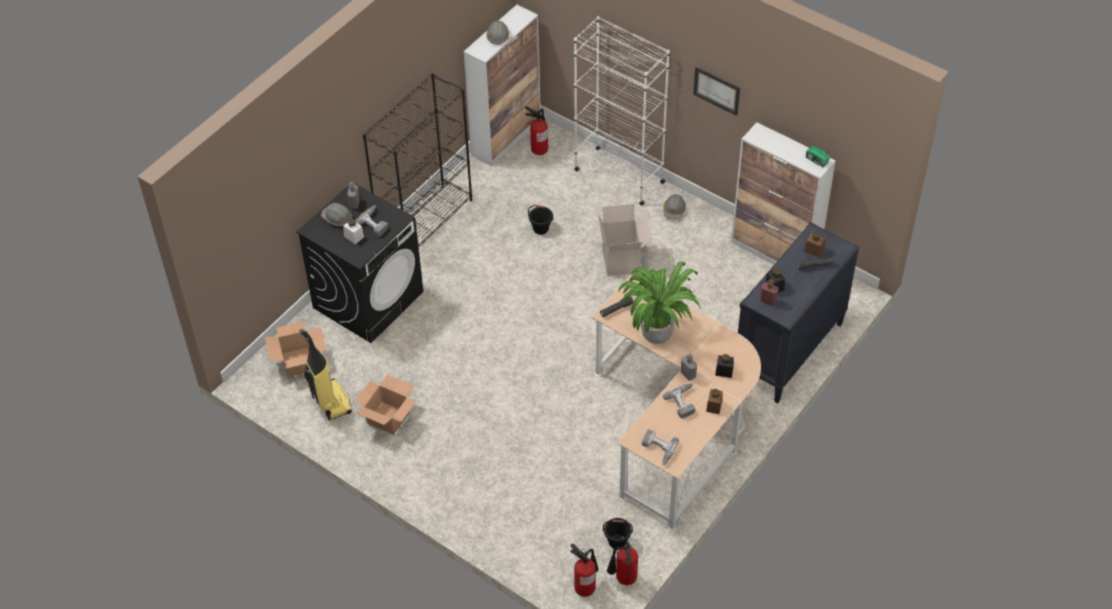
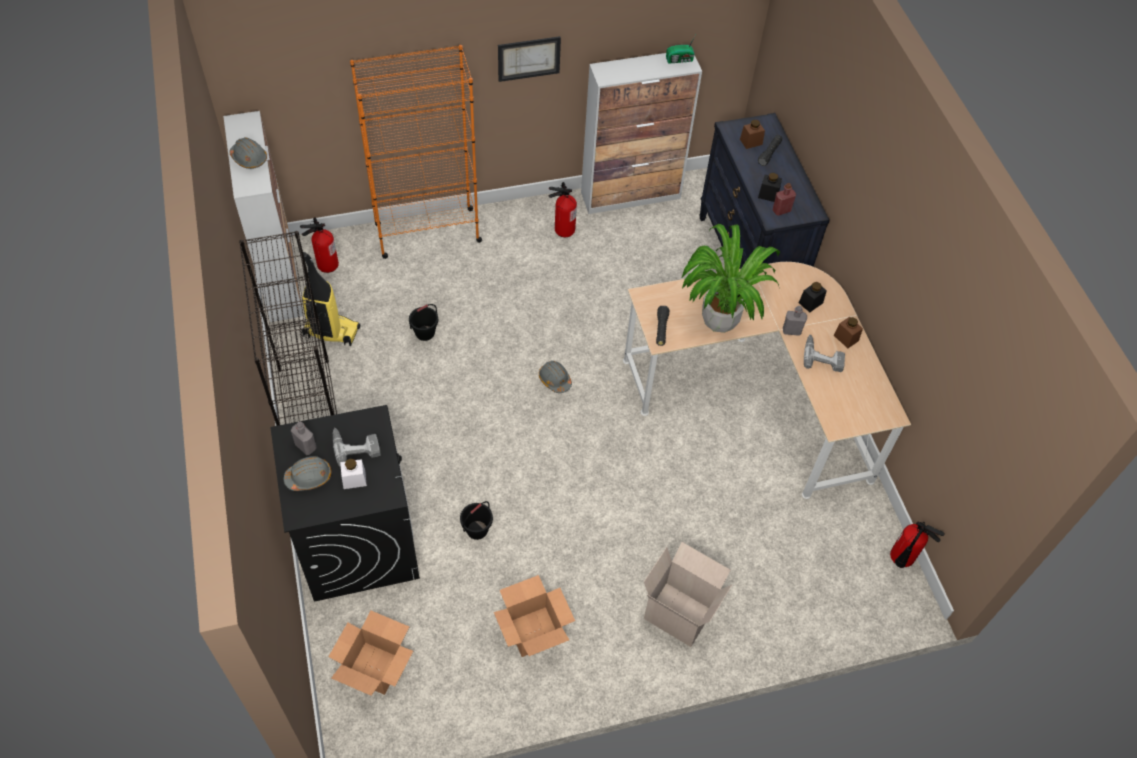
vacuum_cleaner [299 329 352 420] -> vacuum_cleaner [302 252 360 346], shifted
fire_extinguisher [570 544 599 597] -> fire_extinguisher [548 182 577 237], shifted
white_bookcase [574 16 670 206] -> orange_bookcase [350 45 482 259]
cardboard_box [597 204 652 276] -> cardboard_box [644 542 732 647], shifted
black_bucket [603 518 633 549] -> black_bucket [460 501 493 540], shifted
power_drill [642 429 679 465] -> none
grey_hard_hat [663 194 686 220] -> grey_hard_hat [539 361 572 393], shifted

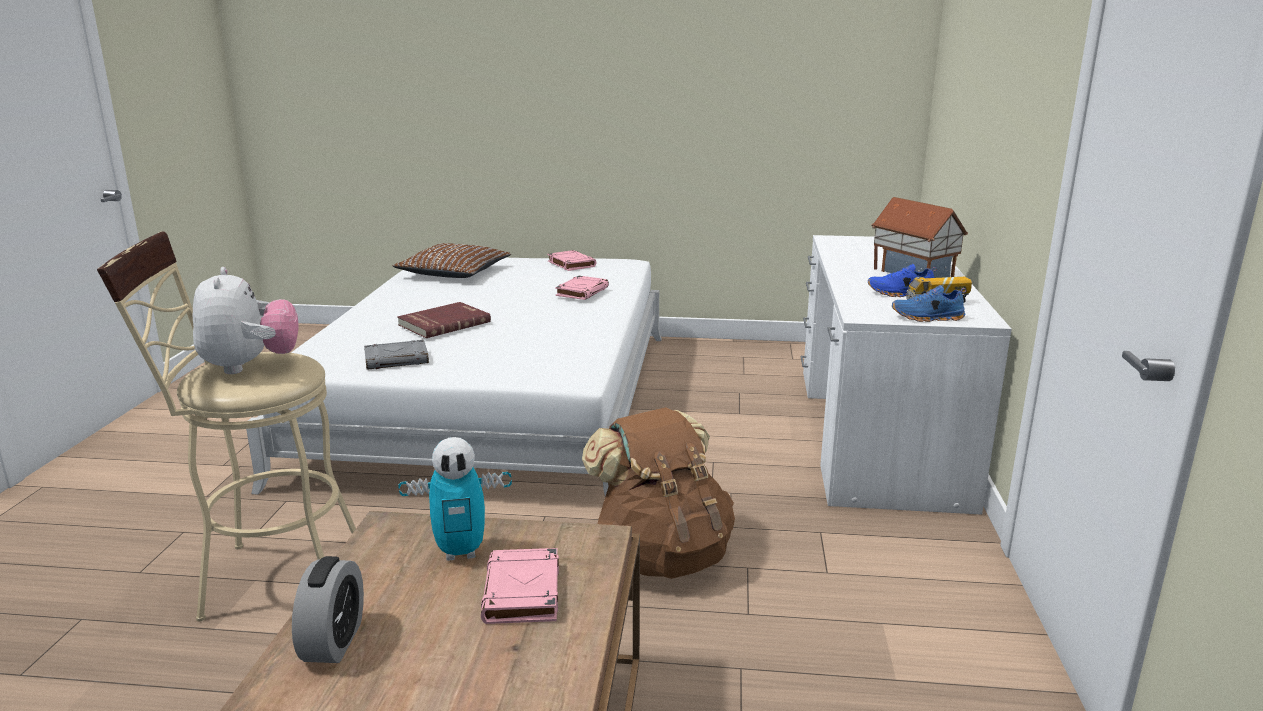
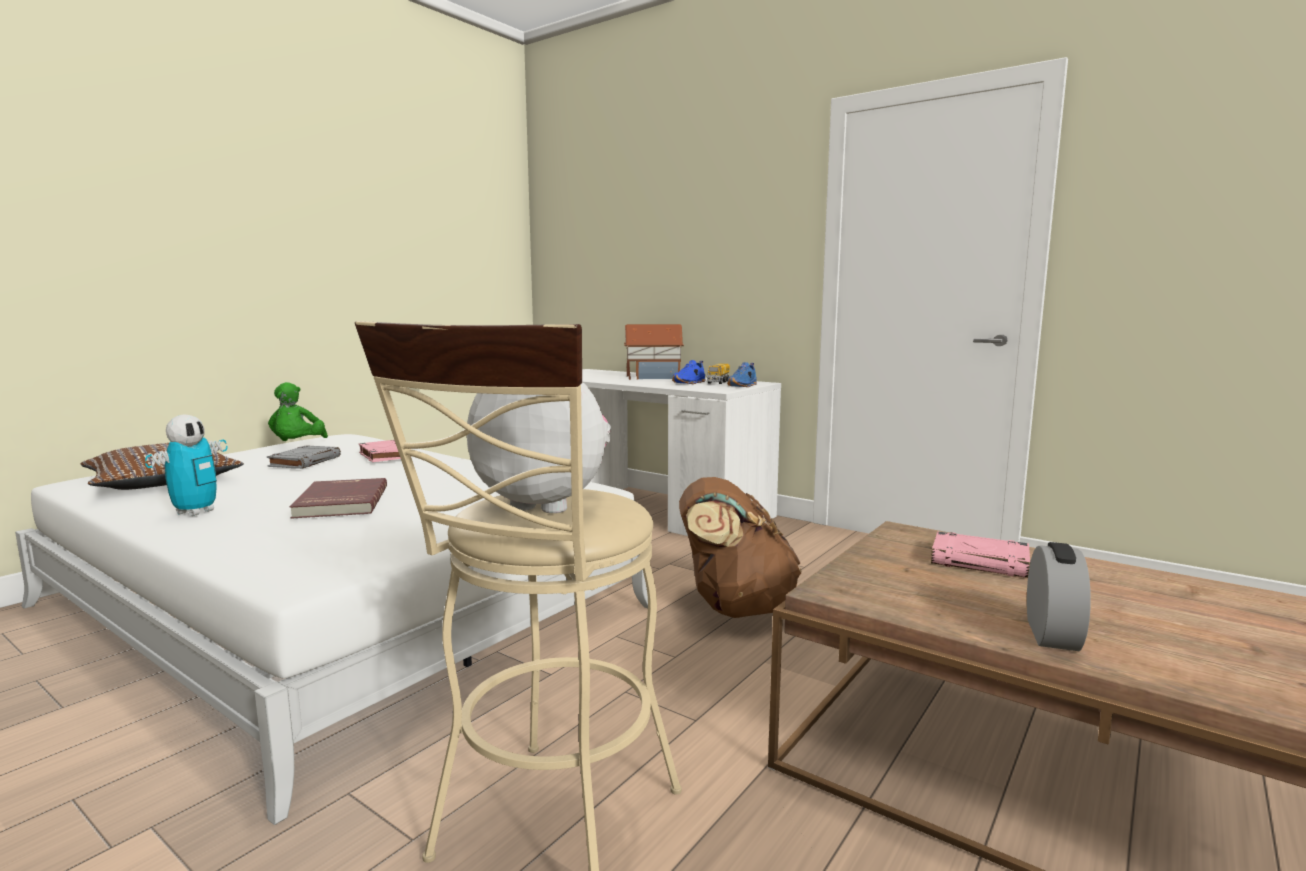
alarm_clock [292 556 364 663] -> alarm_clock [1027 542 1091 651], 75 degrees clockwise
grey_book [364 340 429 370] -> grey_book [267 445 341 469], shifted
toy_robot [398 437 512 561] -> toy_robot [145 415 228 516], shifted
pink_book [548 250 596 271] -> green_plush_toy [268 382 328 441]

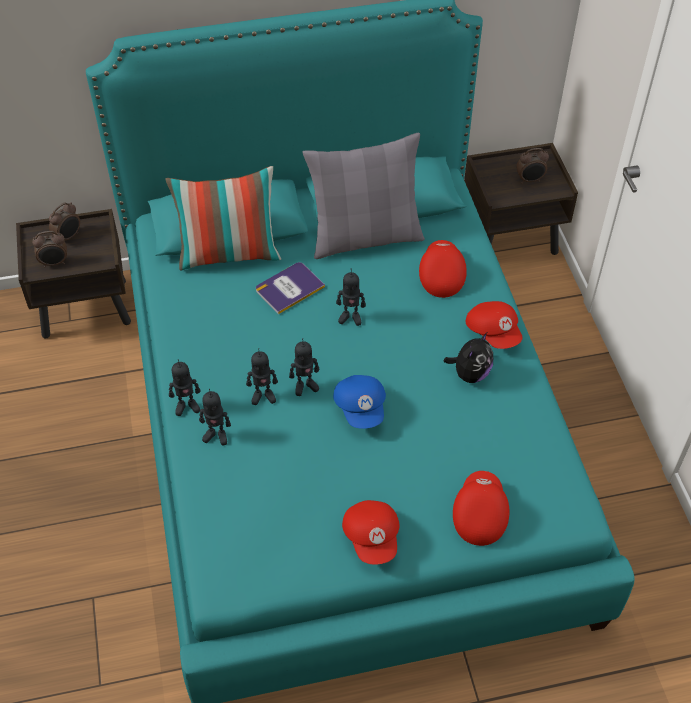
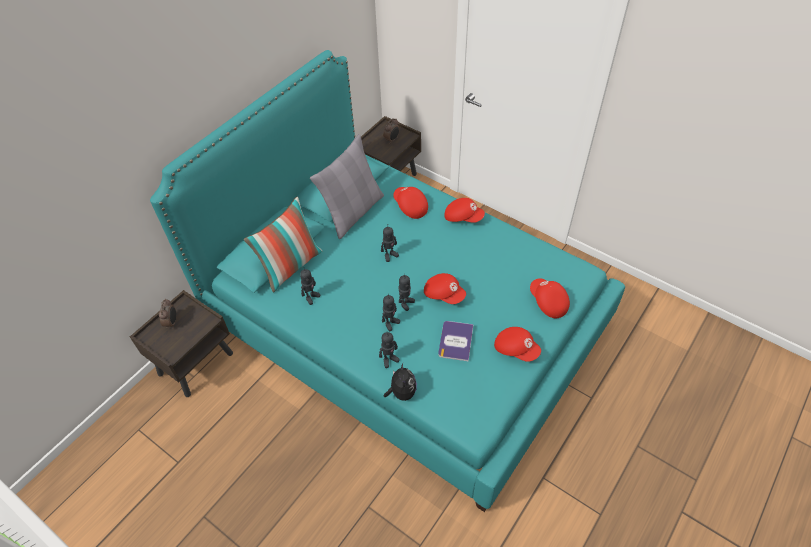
alarm_clock [32 231 67 267] -> none
toy_robot [169 359 201 416] -> toy_robot [300 269 320 305], shifted
book [256 262 325 314] -> book [438 321 473 361], shifted
blue_cap [333 375 386 429] -> red_cap [424 273 466 304]
plush_toy [443 332 493 383] -> plush_toy [384 363 417 401], shifted

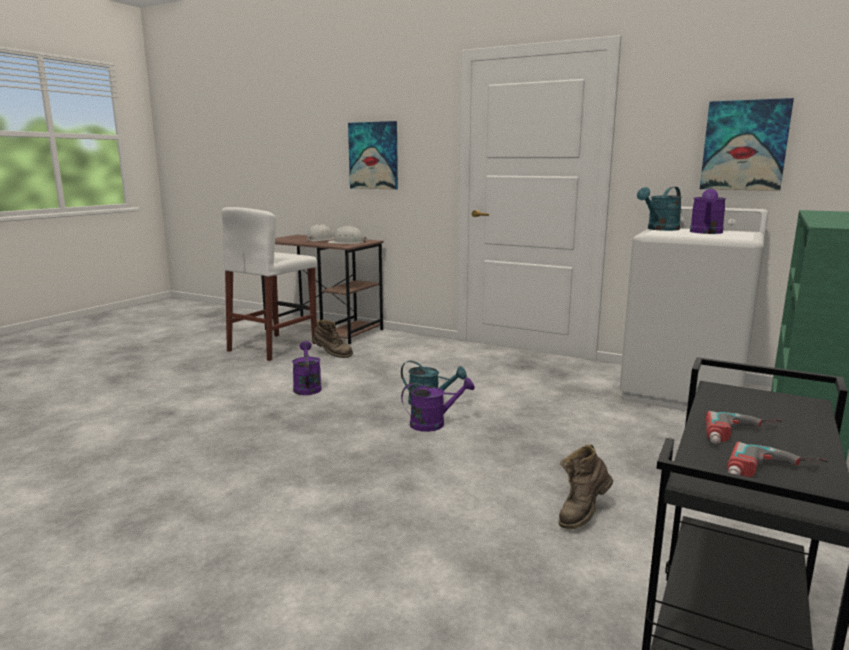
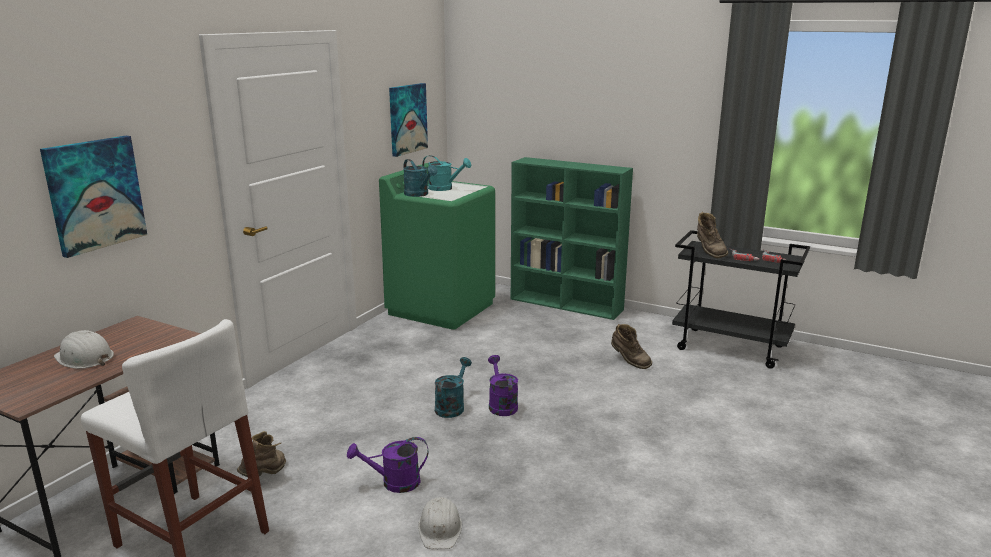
white_hard_hat [327 226 367 244] -> white_hard_hat [418 497 462 549], shifted
white_washing_machine [620 206 768 411] -> green_washing_machine [379 163 495 330]
purple_watering_can [690 188 726 234] -> turquoise_watering_can [422 155 471 191]
none -> brown_boot [697 212 729 258]

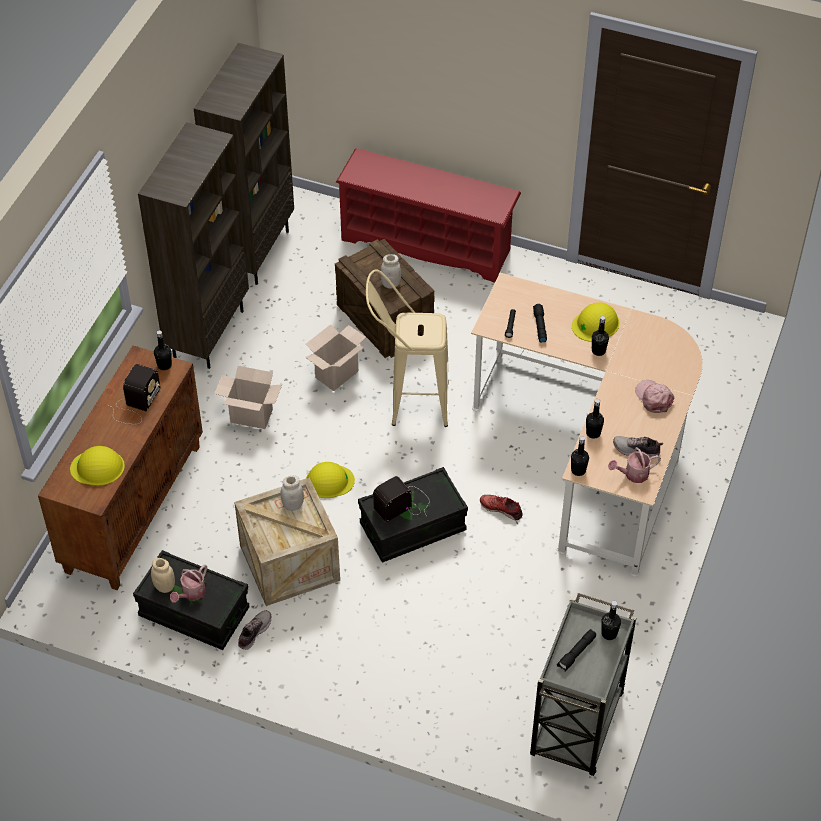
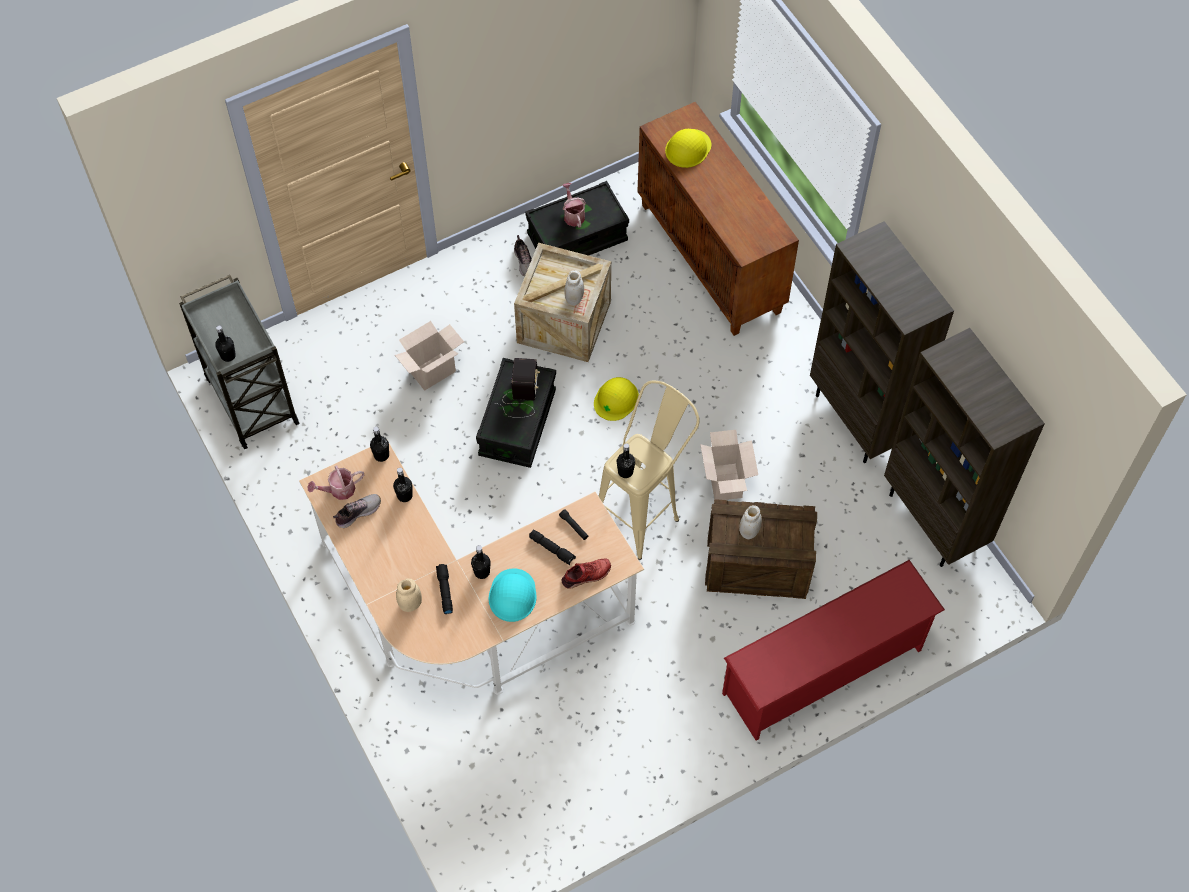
radio [108 364 161 424] -> none
beige_jar [151 558 175 593] -> beige_jar [396 578 422 612], shifted
black_bottle [154 330 172 370] -> black_bottle [617 443 635 478], shifted
cardboard_box [214 366 282 429] -> cardboard_box [395 321 464 390], shifted
red_shoe [480 495 523 520] -> red_shoe [562 558 611 589], shifted
black_flashlight [557 629 596 671] -> black_flashlight [436 564 453 614], shifted
yellow_hard_hat [572 302 620 342] -> turquoise_hard_hat [489 569 537 622]
watering_can [608 447 661 483] -> watering_can [308 465 364 500], 135 degrees counterclockwise
pink_cap [635 380 674 413] -> none

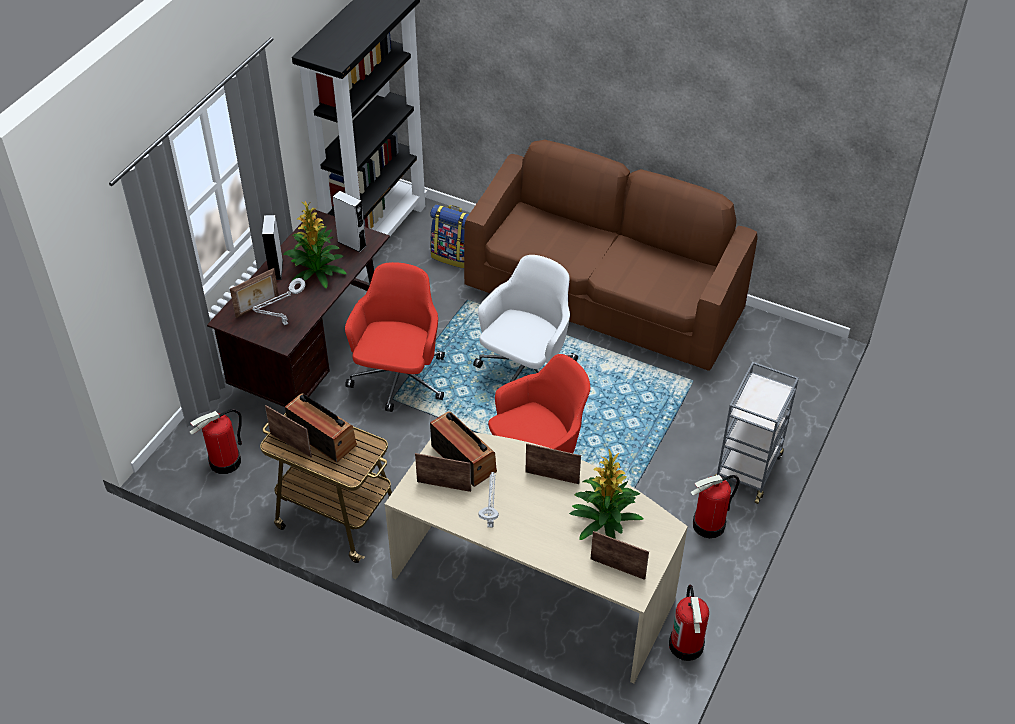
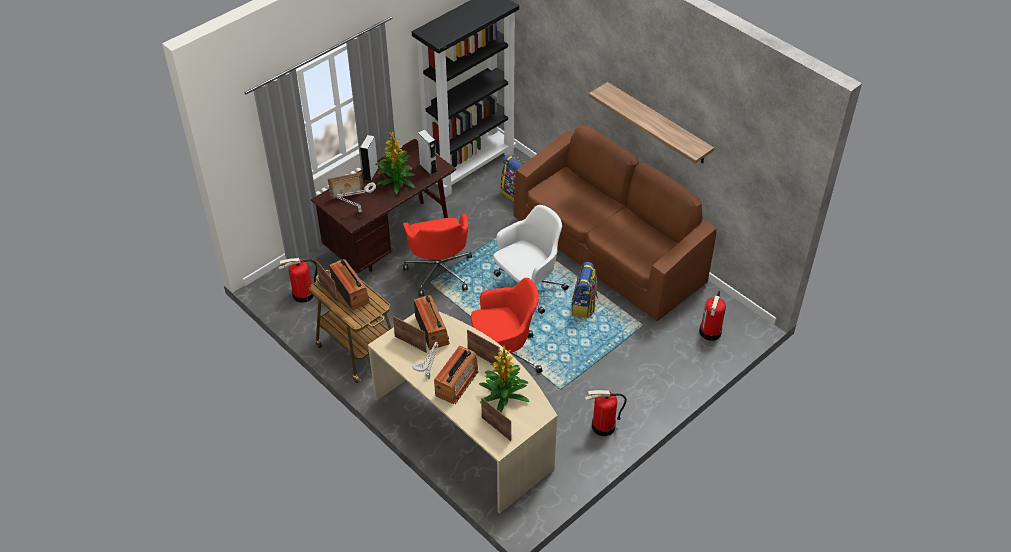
red_office_chair [345 262 445 412] -> red_office_chair [403 214 472 296], 135 degrees clockwise
fire_extinguisher [669 585 709 661] -> fire_extinguisher [699 291 726 341], shifted
grey_cart [715 362 799 504] -> none
none -> radio [434 345 479 404]
none -> backpack [571 262 598 318]
none -> shelf [589 82 714 164]

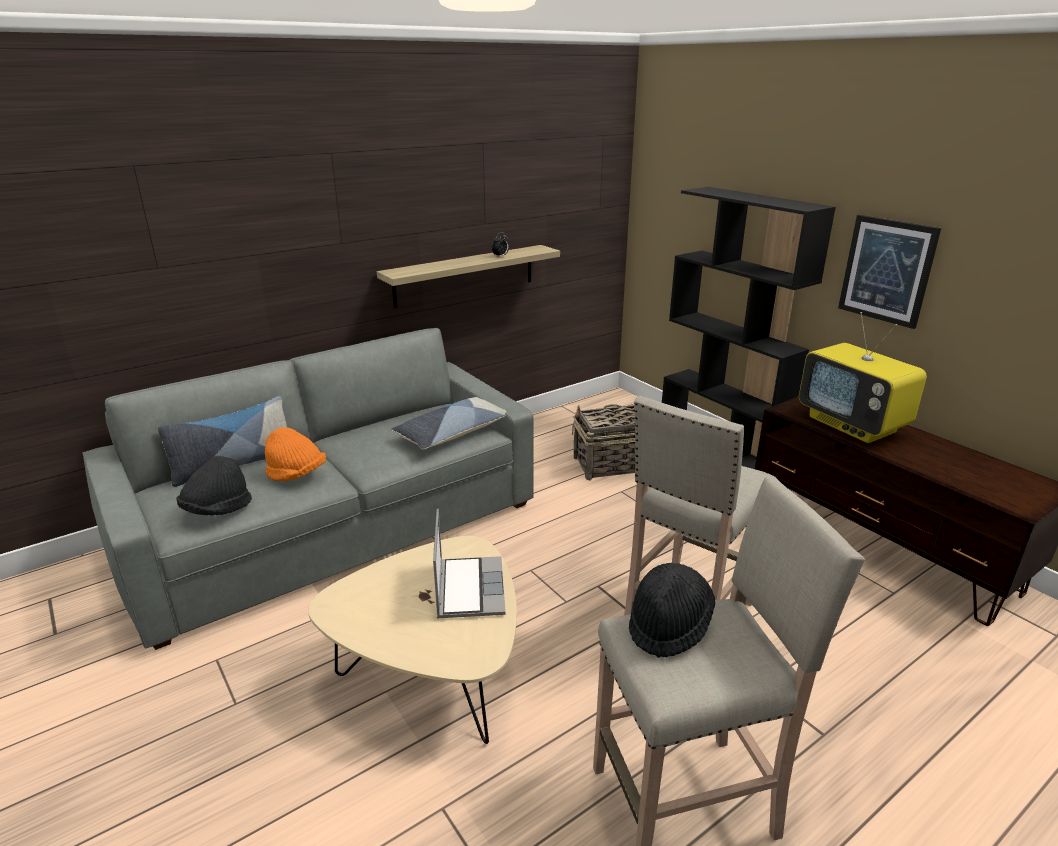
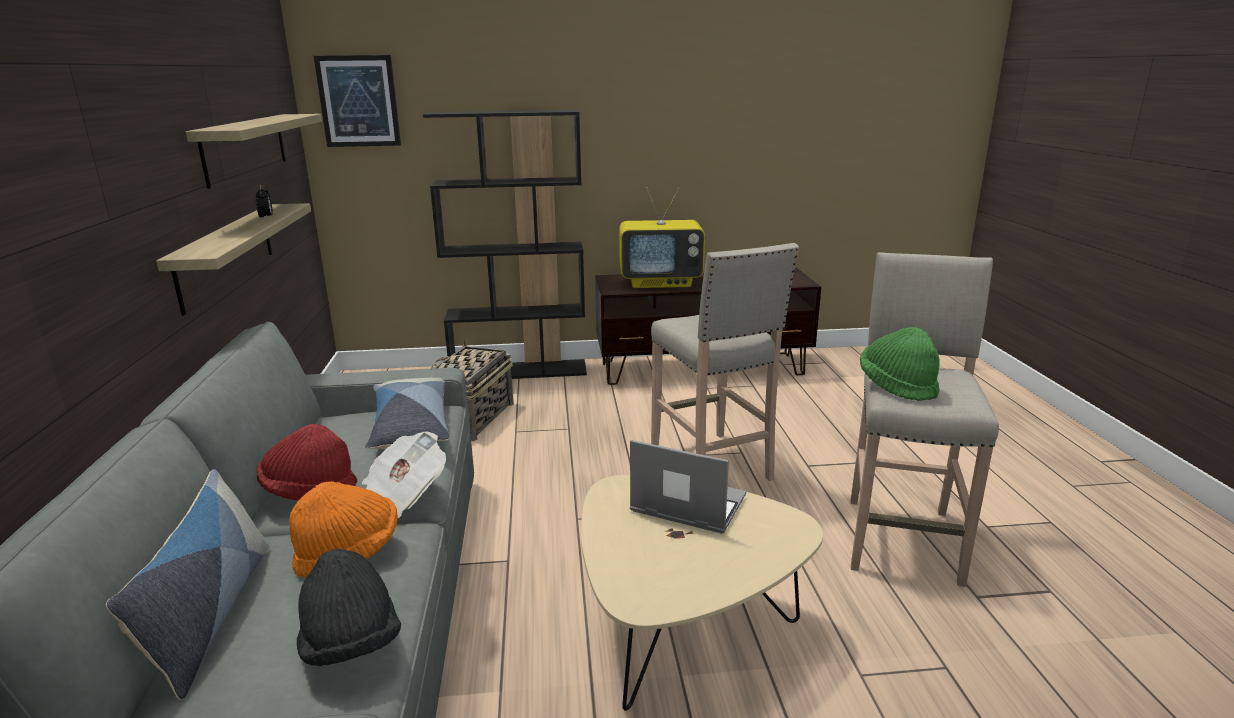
black_hat [629 563 715 658] -> green_hat [860 327 940 401]
picture [838 215 941 329] -> picture [314 55 401 147], shifted
none -> shelf [186 114 322 189]
none -> red_hat [256 424 357 501]
none -> newspaper [362 432 446 518]

